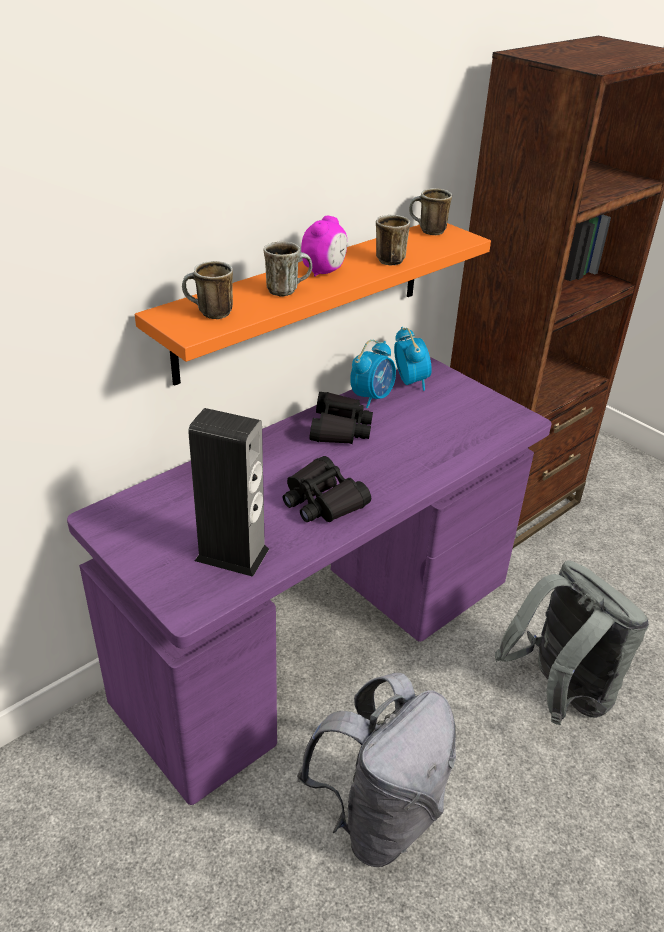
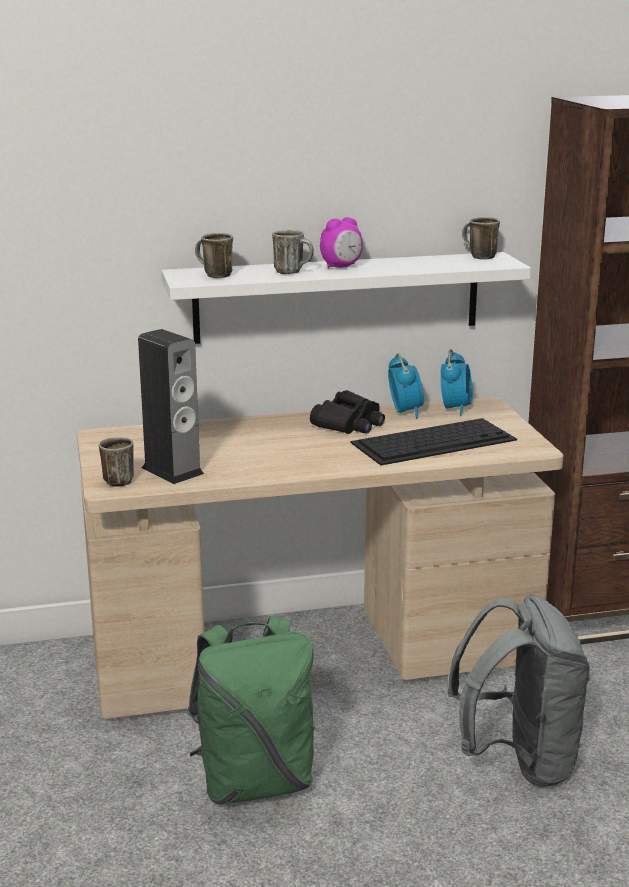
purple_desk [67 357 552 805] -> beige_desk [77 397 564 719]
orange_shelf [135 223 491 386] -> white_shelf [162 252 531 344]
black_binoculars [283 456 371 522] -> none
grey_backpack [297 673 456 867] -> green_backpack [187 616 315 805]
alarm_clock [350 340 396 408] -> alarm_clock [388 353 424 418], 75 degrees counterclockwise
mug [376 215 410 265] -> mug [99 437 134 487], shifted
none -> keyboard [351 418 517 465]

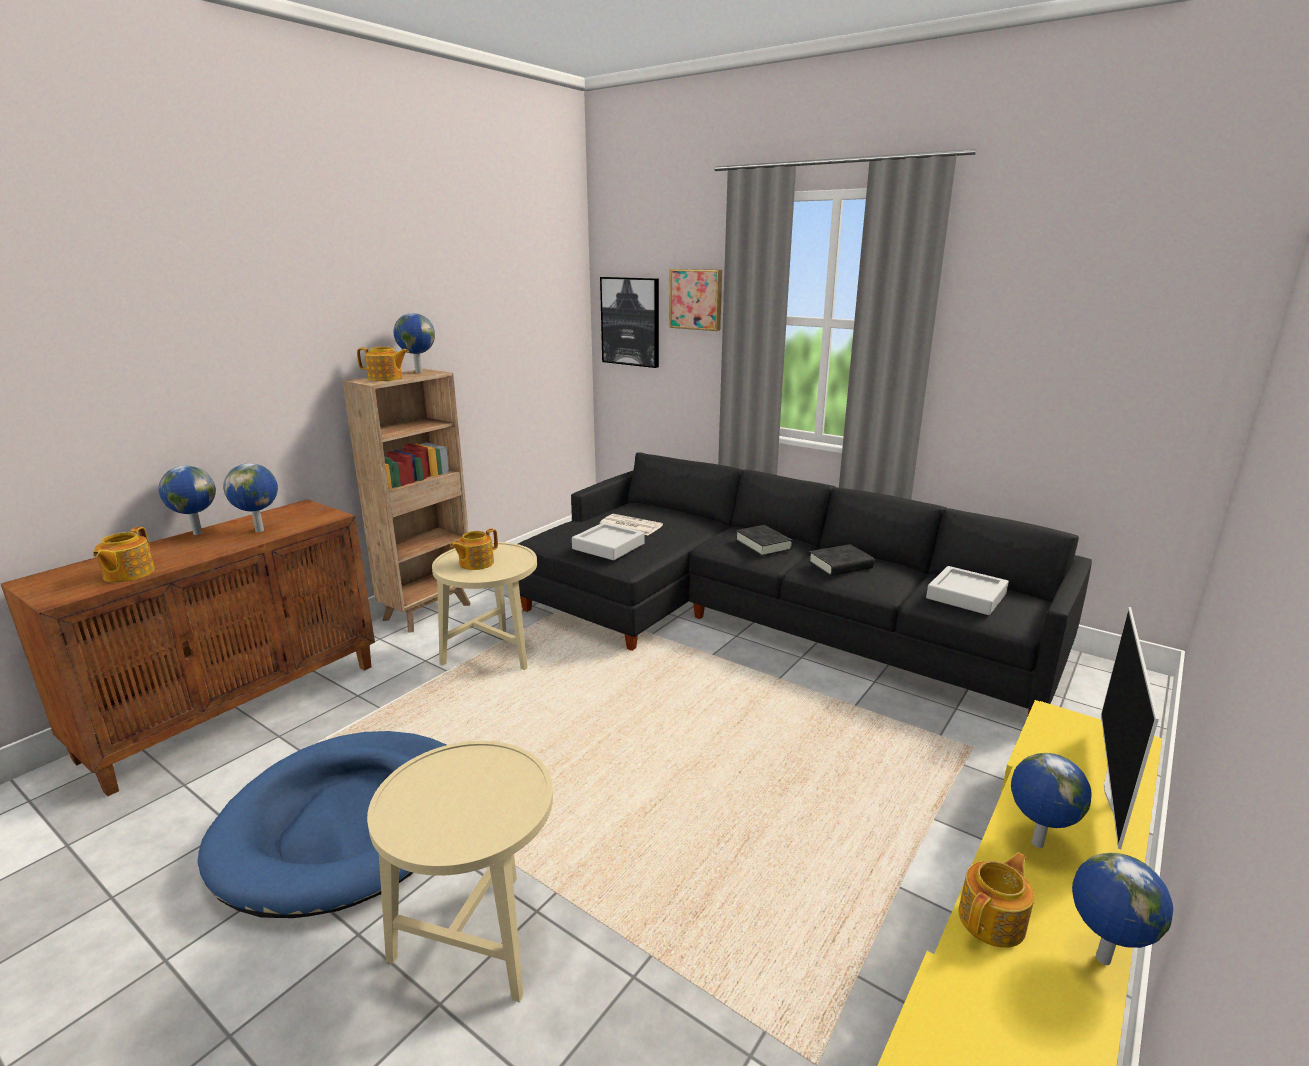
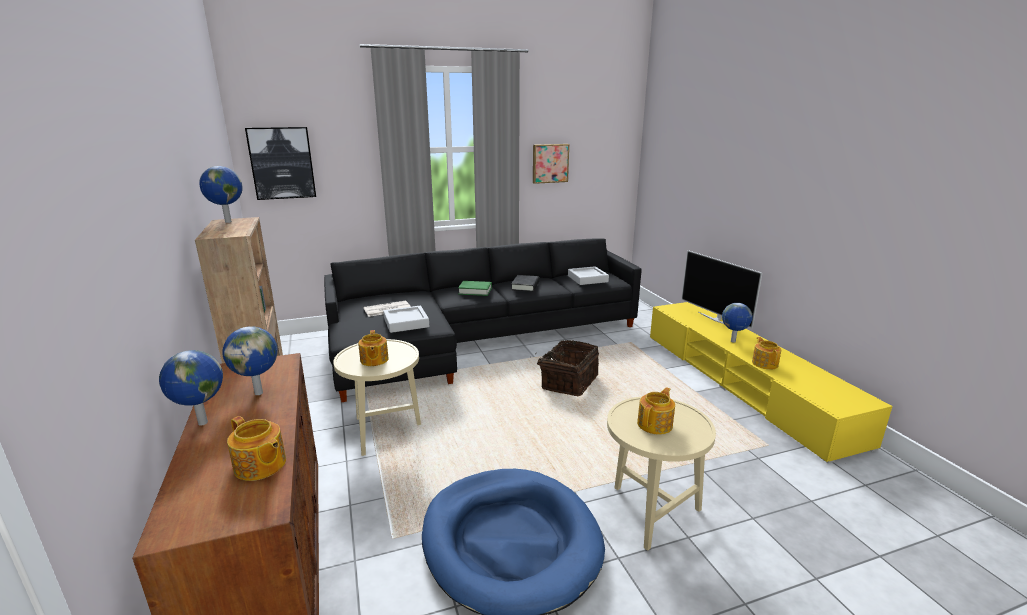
teapot [357 347 409 381] -> teapot [637 387 675 435], shifted
picture [669 269 722 331] -> picture [533 144 569 184], shifted
black_book [736 525 793 556] -> green_book [458 281 492 296]
globe [1072 852 1173 965] -> none
none -> basket [530 340 599 396]

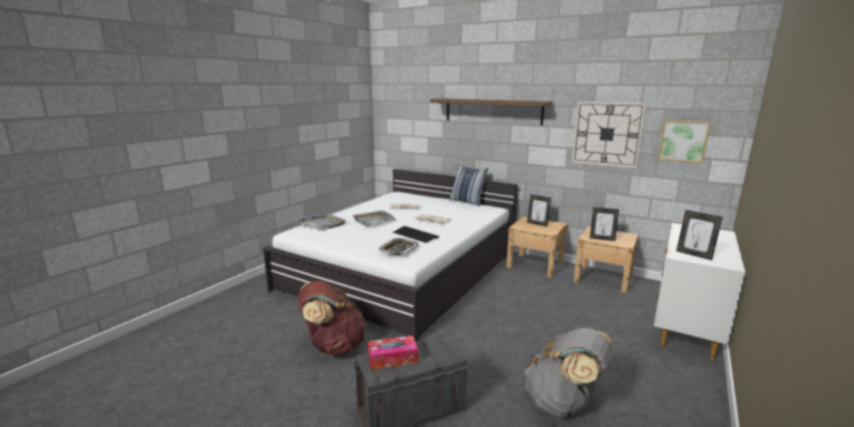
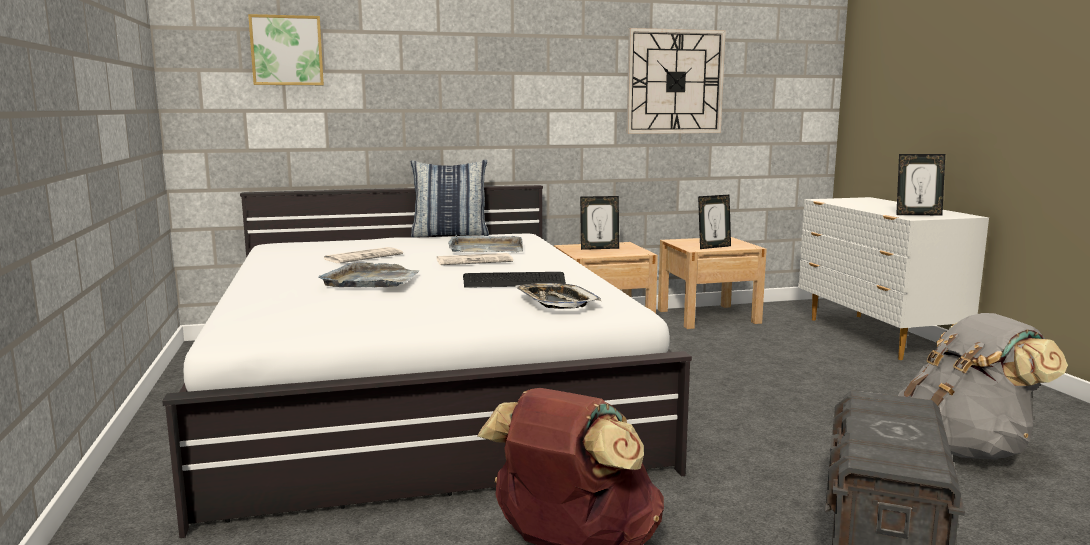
grey_tray [296 213 346 231] -> grey_tray [448 235 523 252], shifted
tissue_box [368 335 418 370] -> none
shelf [430 98 553 125] -> none
picture [658 120 711 163] -> picture [248 14 324 85], shifted

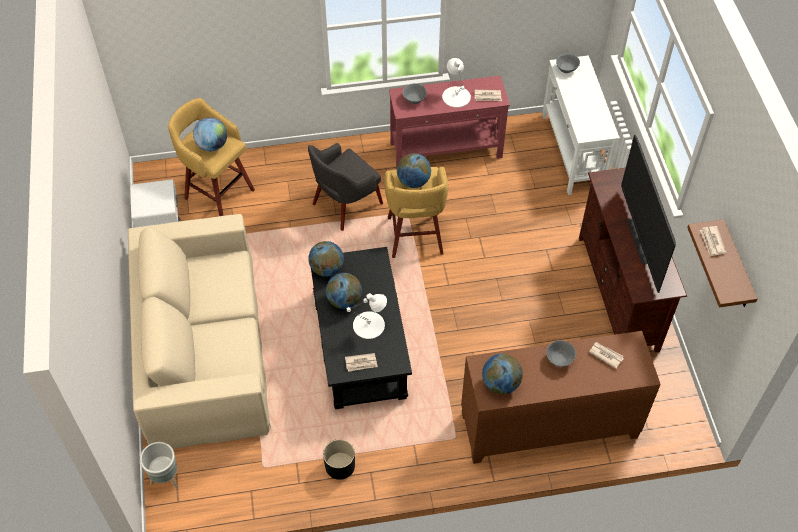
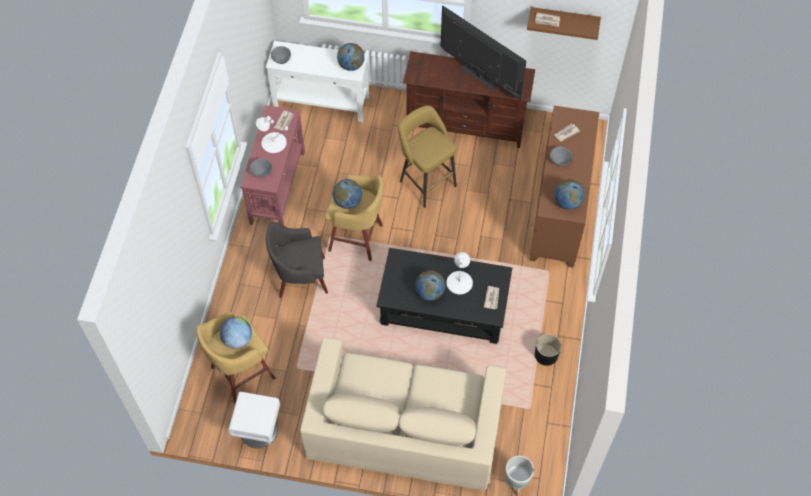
grey_armchair [308 143 383 231] -> grey_armchair [266 221 328 298], 105 degrees clockwise
globe [308 241 344 277] -> globe [337 43 365 71], shifted
television [621 135 676 293] -> television [440 6 526 100], 150 degrees counterclockwise
none -> yellow_stool [398 105 457 208]

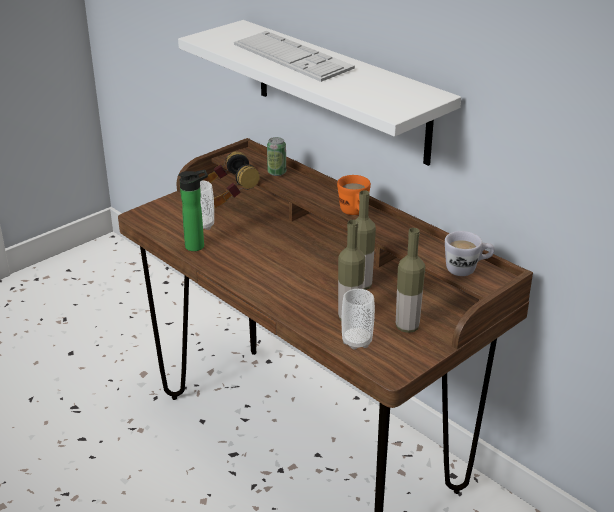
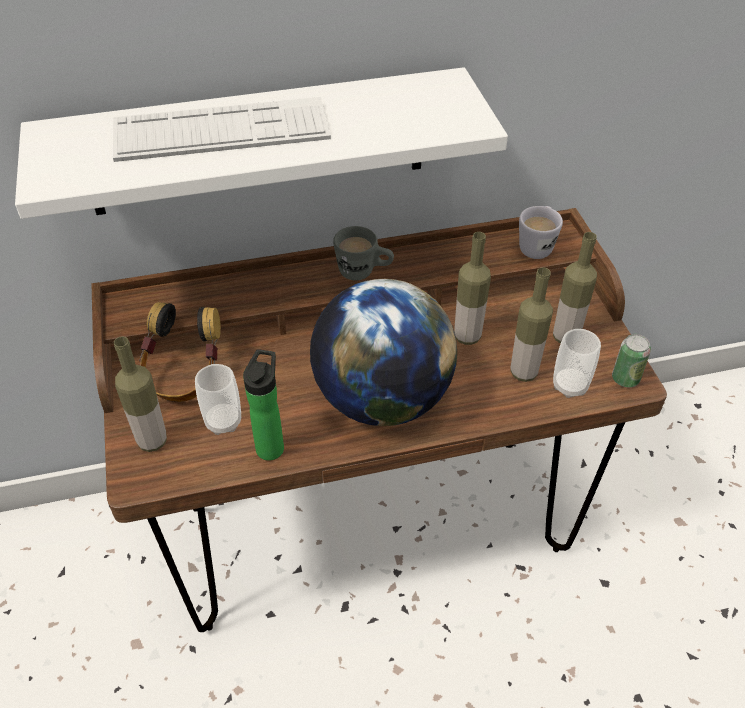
can [267 137 286 176] -> can [612 334 651 387], shifted
orange_mug [337 175 371 215] -> grey_mug [333 226 394 280]
none -> bottle [114 336 167 452]
none -> globe [310 279 457 426]

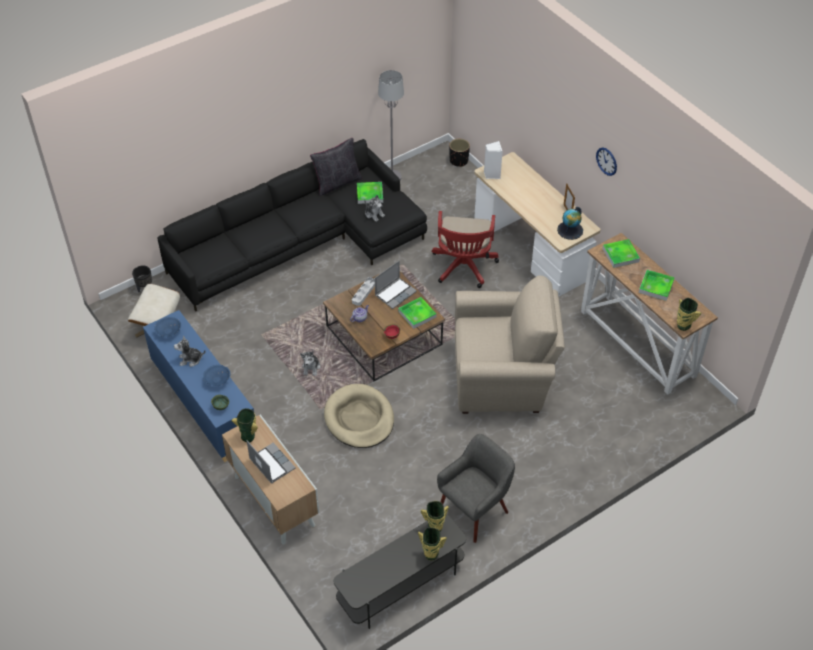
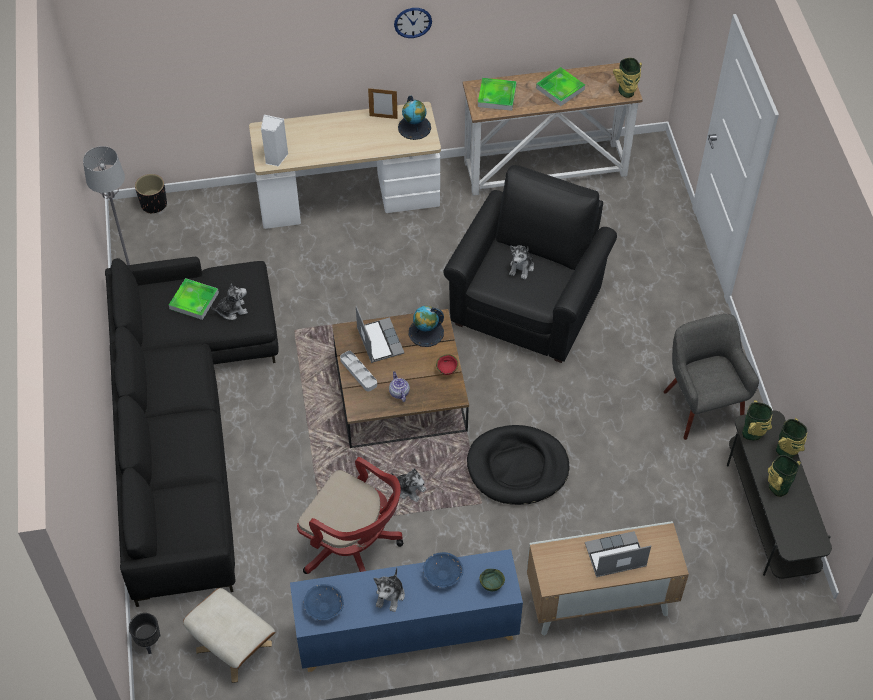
vase [232 408 258 442] -> vase [768 455 801 497], shifted
black_pillow [310 138 362 196] -> none
beige_dog_bed [324 384 394 448] -> black_dog_bed [467 425 569 505]
tray [398 297 437 329] -> globe [409 306 444 347]
red_office_chair [432 211 499 288] -> red_office_chair [297 457 403 574], shifted
beige_armchair [455 275 565 414] -> black_armchair [443 165 617 363]
none -> plush_toy [509 245 534 279]

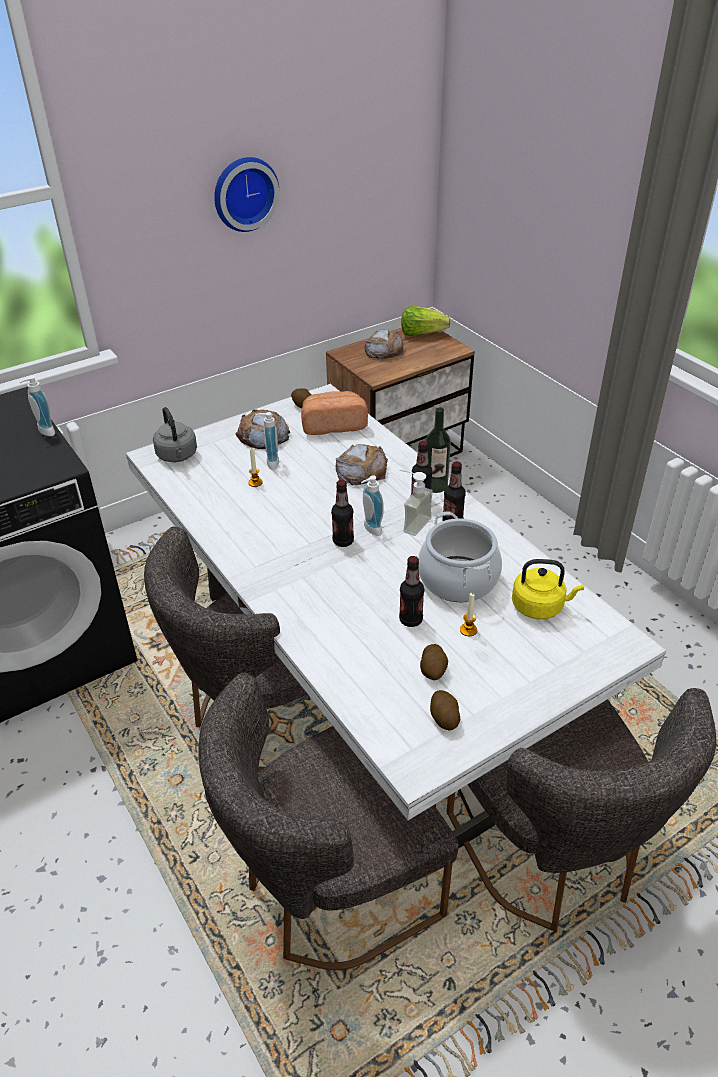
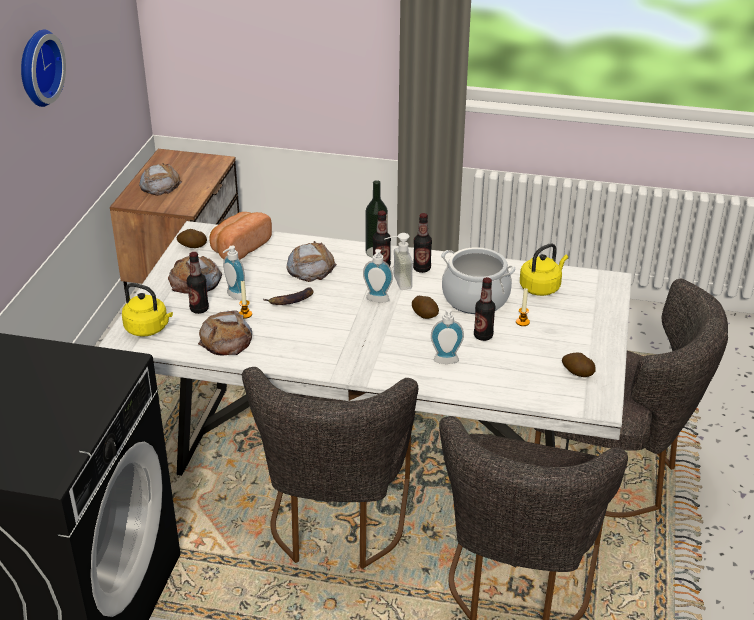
soap_dispenser [19 376 55 436] -> soap_dispenser [431 308 464 364], shifted
grey_kettle [153 407 197 462] -> yellow_kettle [122 283 173 337]
bottle [331 480 354 547] -> bottle [187 252 209 314], shifted
lettuce [402 306 451 336] -> none
potato [420 644 448 680] -> potato [412 296 439 319], shifted
none -> bread [198 310 252 356]
none -> banana [263 287 314 305]

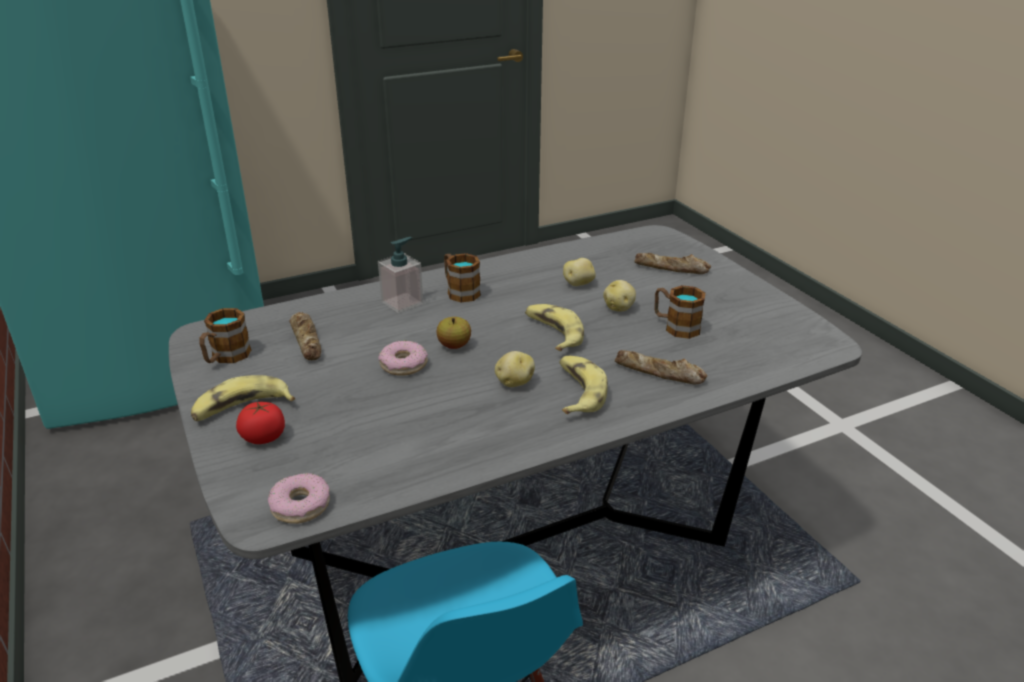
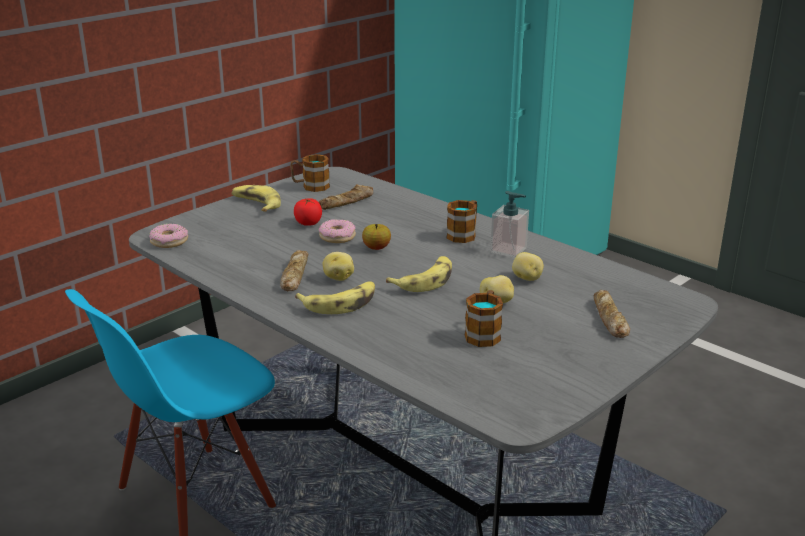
tomato [236 402 285 444] -> tomato [294 198 322 226], shifted
soap_dispenser [378 237 423 313] -> soap_dispenser [490 191 529 258], shifted
bread [615 350 707 384] -> bread [280 250 309 291], shifted

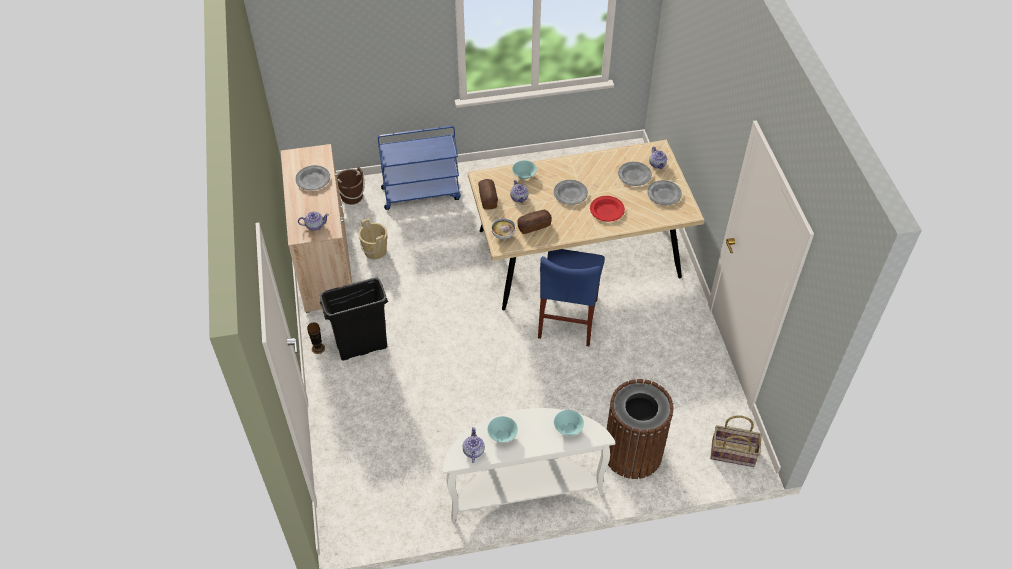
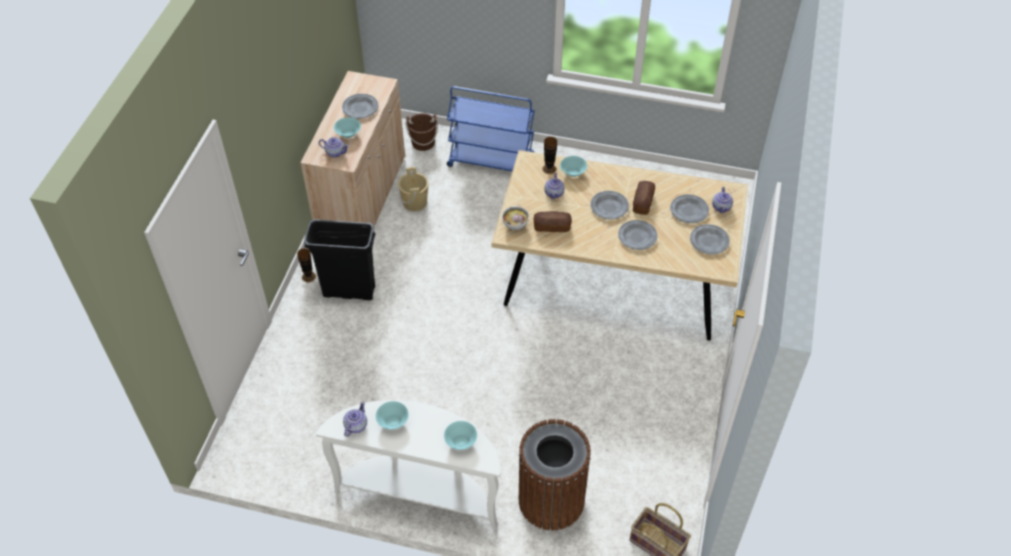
bread [478 179 498 210] -> bread [633 181 655 215], shifted
blue_chair [538 249 605 346] -> none
red_plate [590 196 625 222] -> grey_plate [618 220 658 250]
none -> turquoise_bowl [334 117 361 138]
none -> vase [542 137 557 174]

